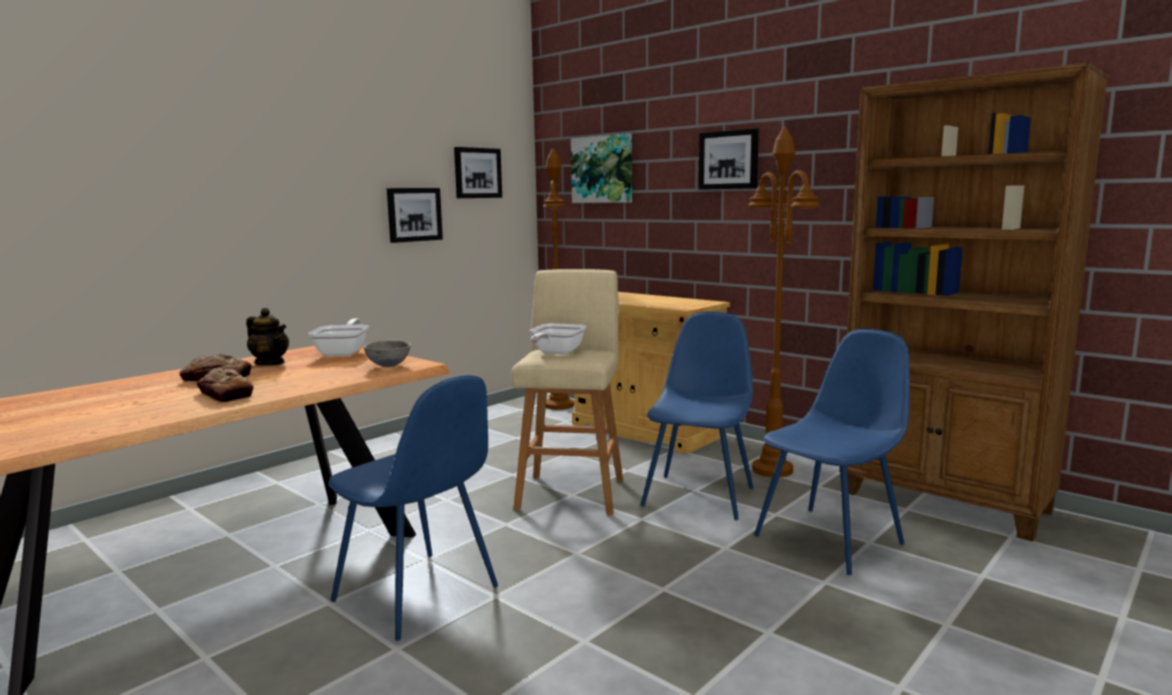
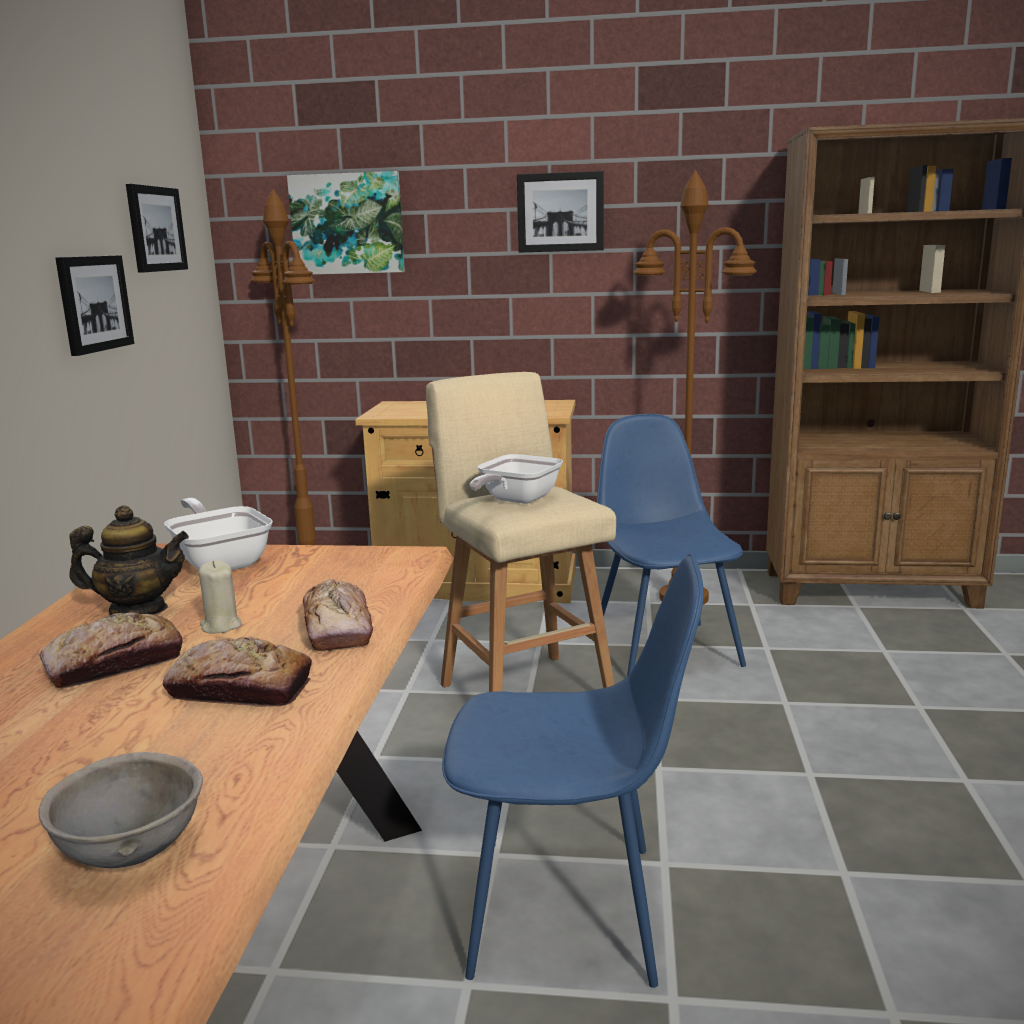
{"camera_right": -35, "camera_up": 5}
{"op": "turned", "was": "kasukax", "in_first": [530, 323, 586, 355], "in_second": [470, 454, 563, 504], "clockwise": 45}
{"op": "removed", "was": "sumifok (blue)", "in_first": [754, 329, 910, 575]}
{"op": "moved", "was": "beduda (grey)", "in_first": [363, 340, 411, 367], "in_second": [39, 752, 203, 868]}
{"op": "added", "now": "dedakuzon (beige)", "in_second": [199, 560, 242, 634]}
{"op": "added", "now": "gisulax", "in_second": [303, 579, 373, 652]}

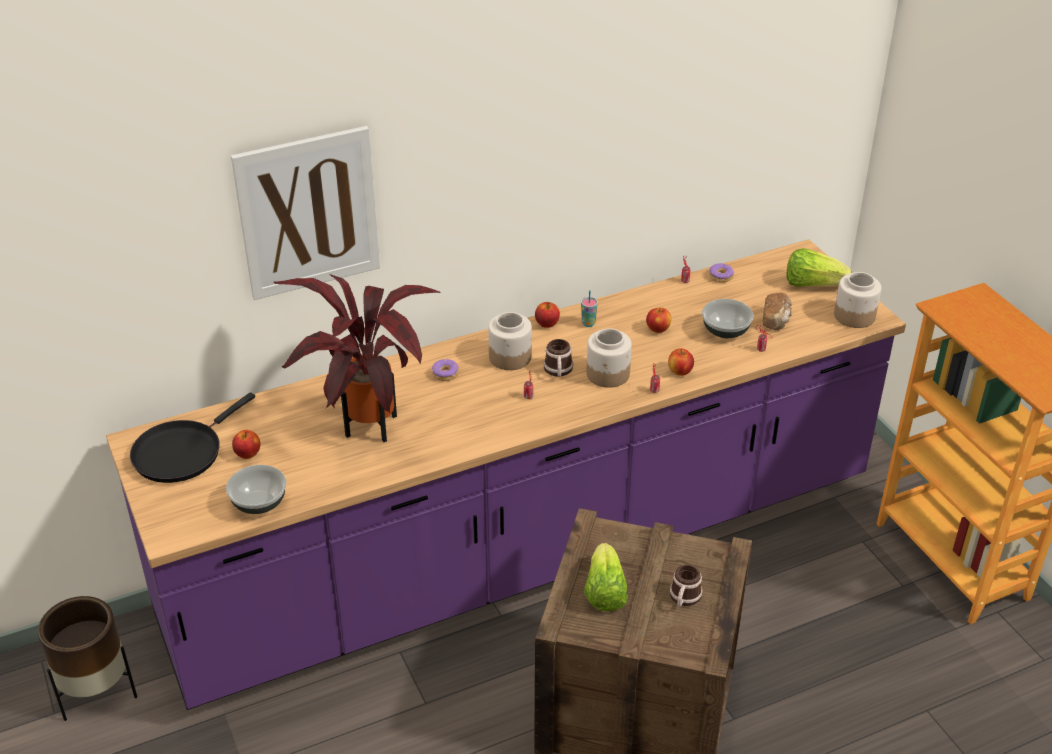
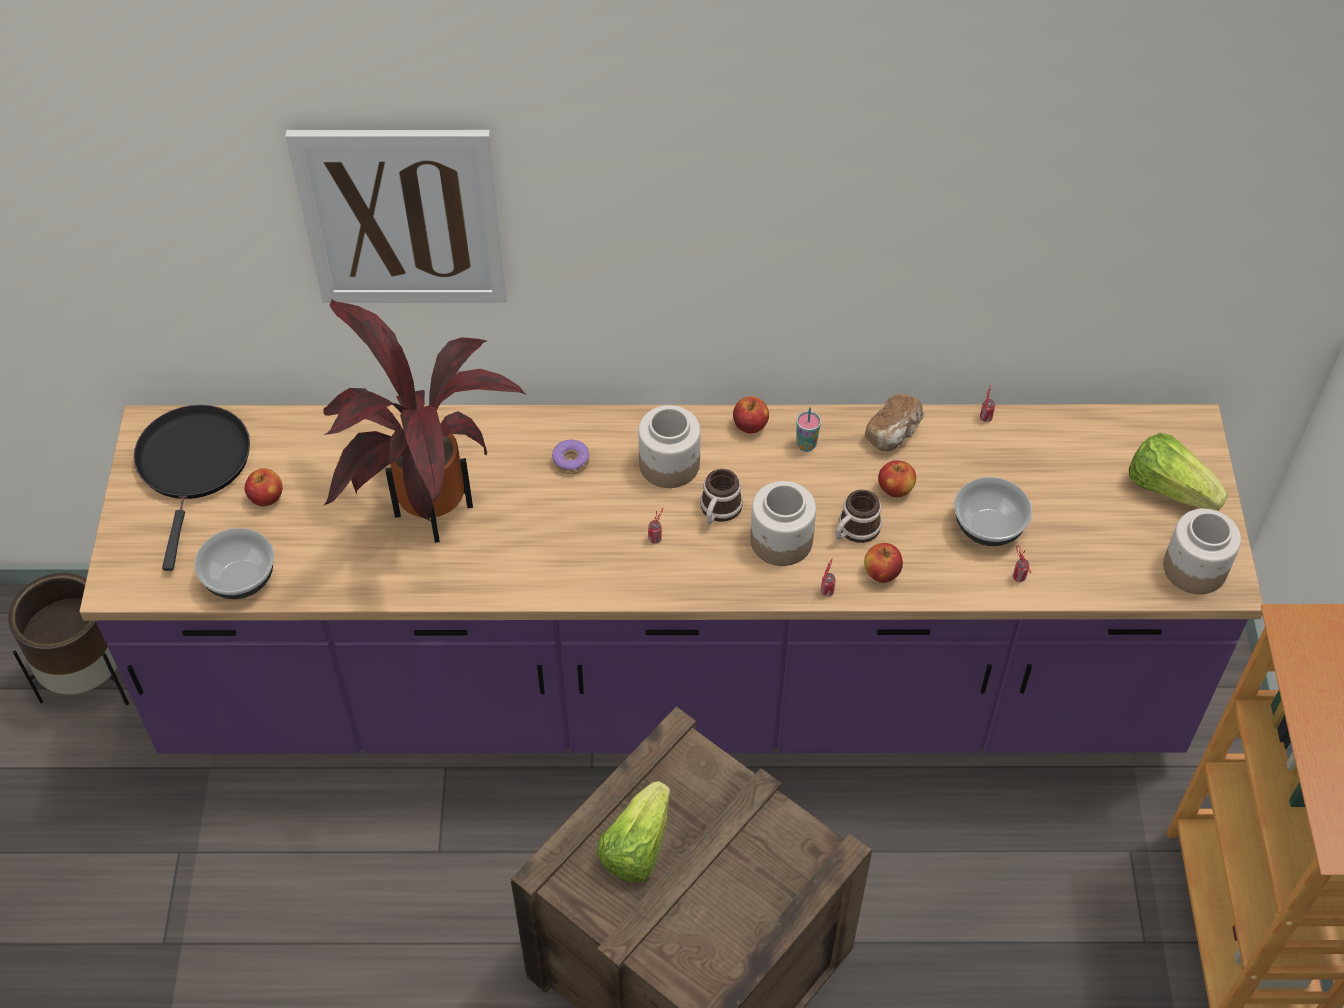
{"camera_right": 25, "camera_up": 15}
{"op": "removed", "was": "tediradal", "in_first": [709, 263, 734, 282]}
{"op": "moved", "was": "gisulax", "in_first": [763, 292, 793, 330], "in_second": [865, 394, 924, 451]}
{"op": "turned", "was": "kasukax (black)", "in_first": [130, 392, 255, 483], "in_second": [134, 405, 250, 571], "clockwise": 120}
{"op": "moved", "was": "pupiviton", "in_first": [670, 565, 703, 607], "in_second": [835, 490, 882, 543]}

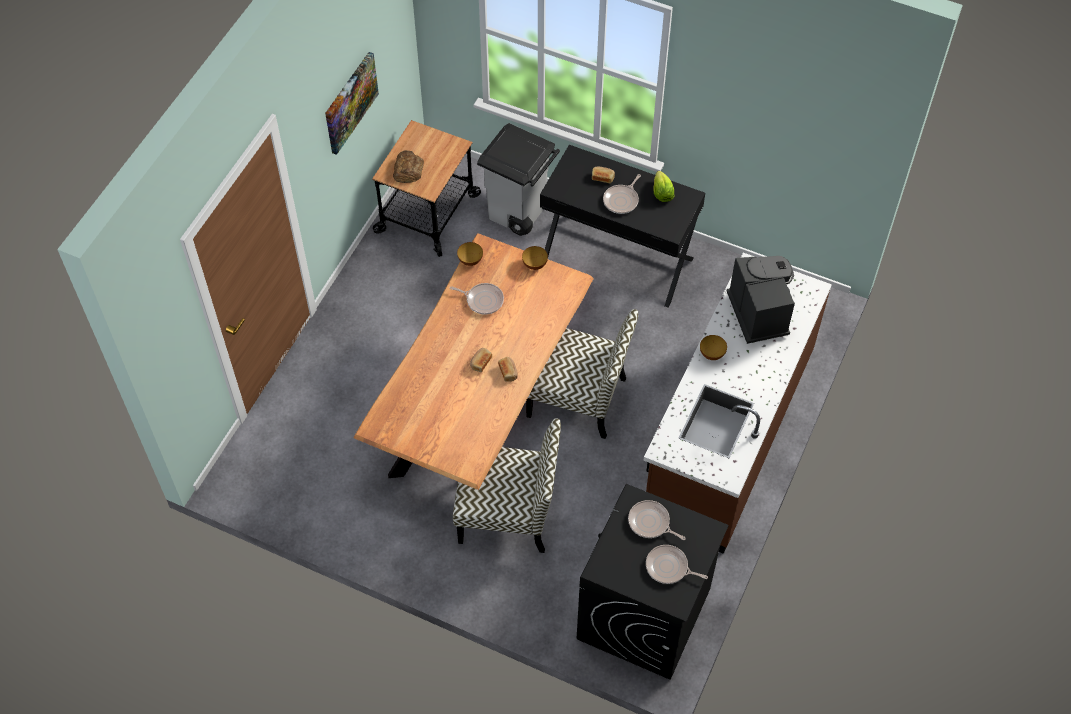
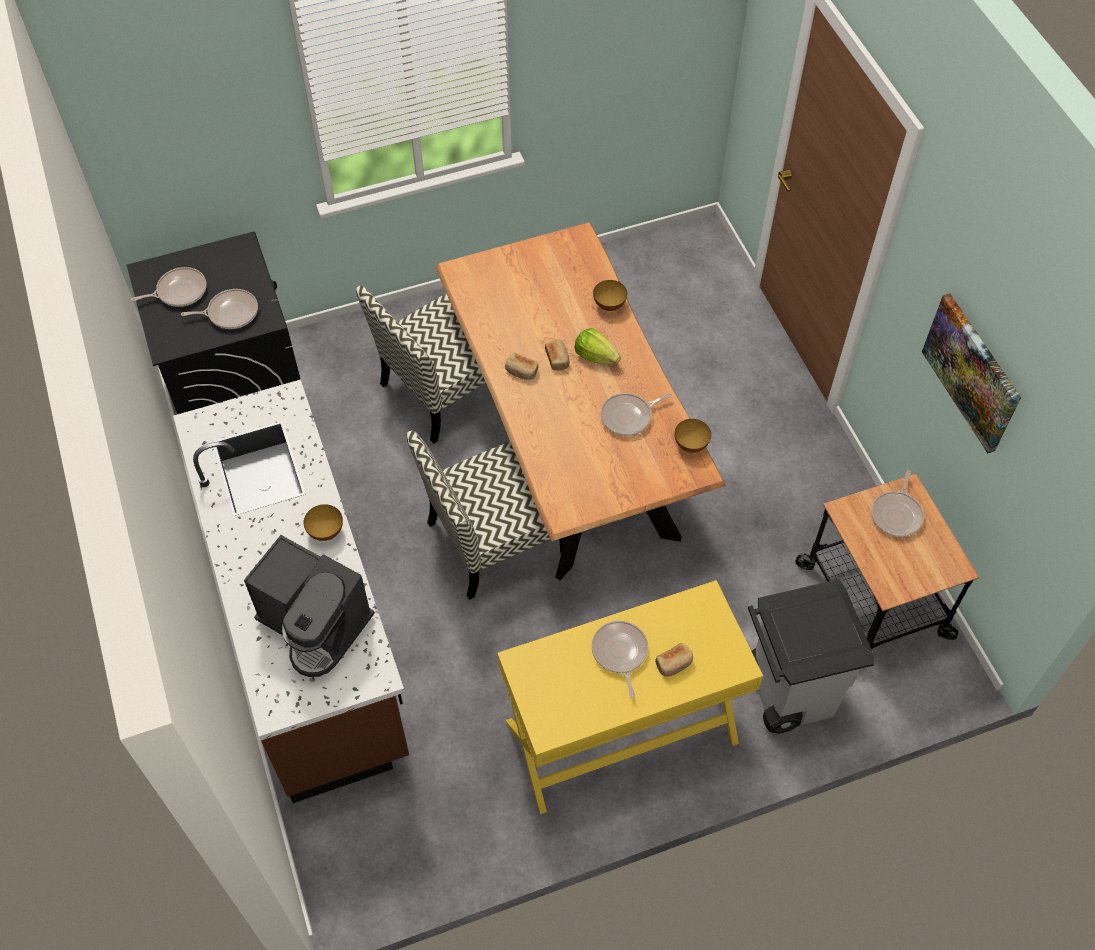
{"camera_right": 135, "camera_up": 0}
{"op": "recoloured", "was": "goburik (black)", "now": "goburik (yellow)", "in_first": [540, 145, 705, 308], "in_second": [497, 580, 763, 814]}
{"op": "replaced", "was": "gisulax", "now": "kasukax", "in_first": [393, 150, 424, 183], "in_second": [871, 470, 924, 537]}
{"op": "moved", "was": "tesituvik", "in_first": [653, 171, 674, 202], "in_second": [574, 328, 621, 364]}
{"op": "moved", "was": "beduda", "in_first": [522, 246, 548, 270], "in_second": [593, 280, 627, 311]}

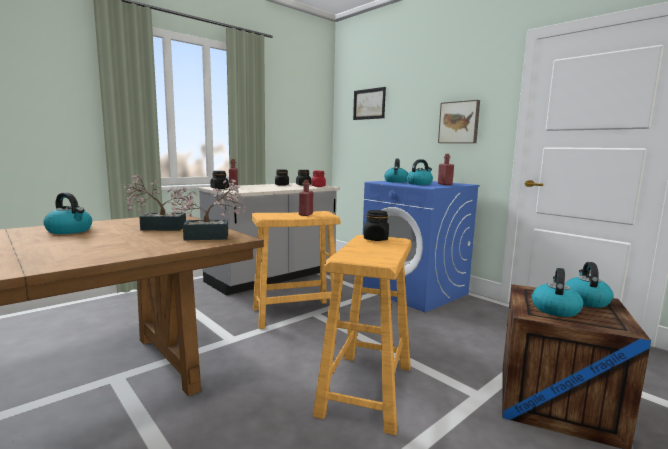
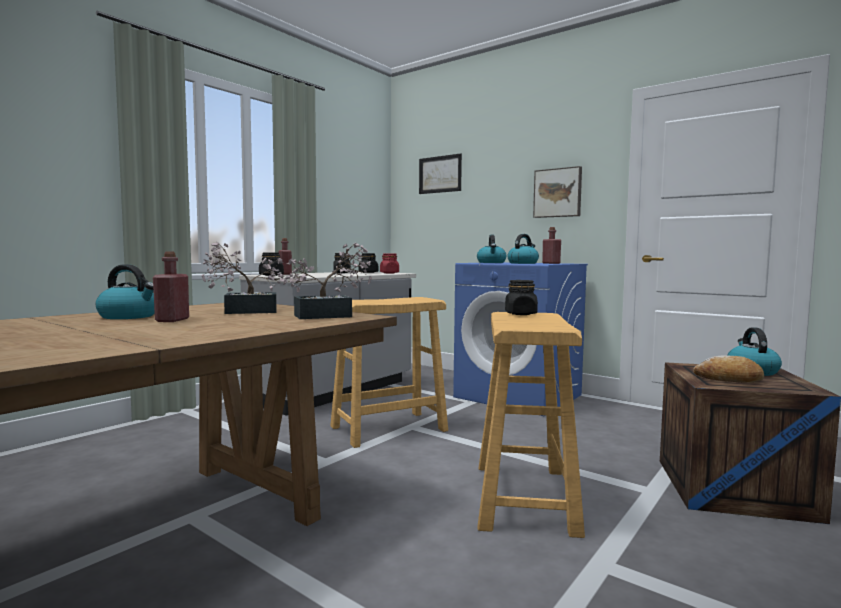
{"camera_right": -10, "camera_up": -5}
{"op": "moved", "was": "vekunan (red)", "in_first": [299, 180, 313, 216], "in_second": [153, 251, 189, 322]}
{"op": "replaced", "was": "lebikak", "now": "gisulax", "in_first": [532, 268, 583, 317], "in_second": [693, 356, 764, 383]}

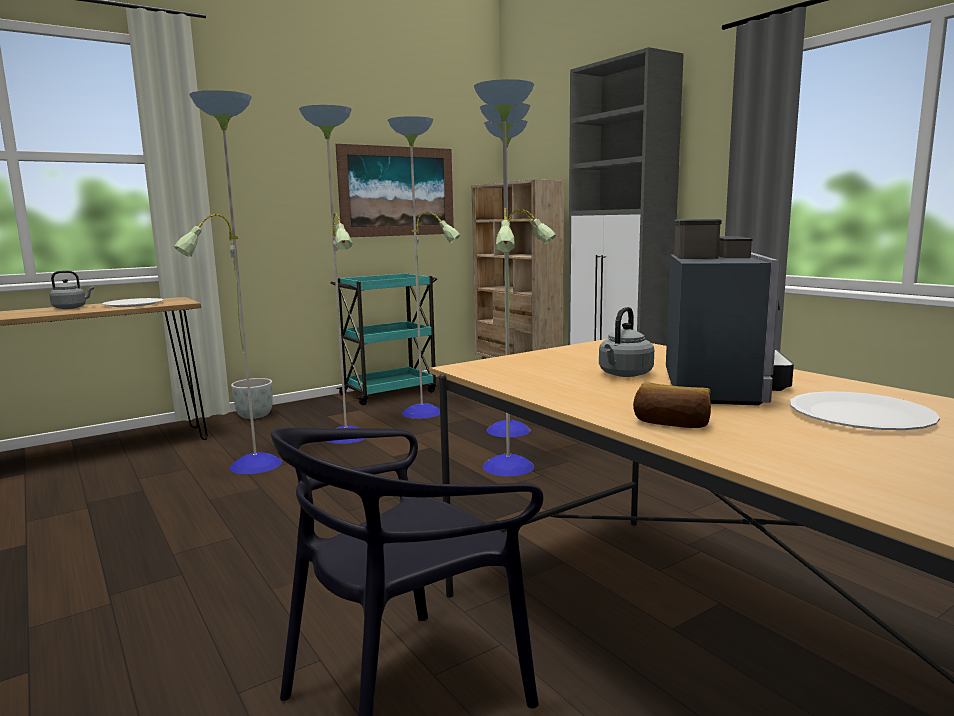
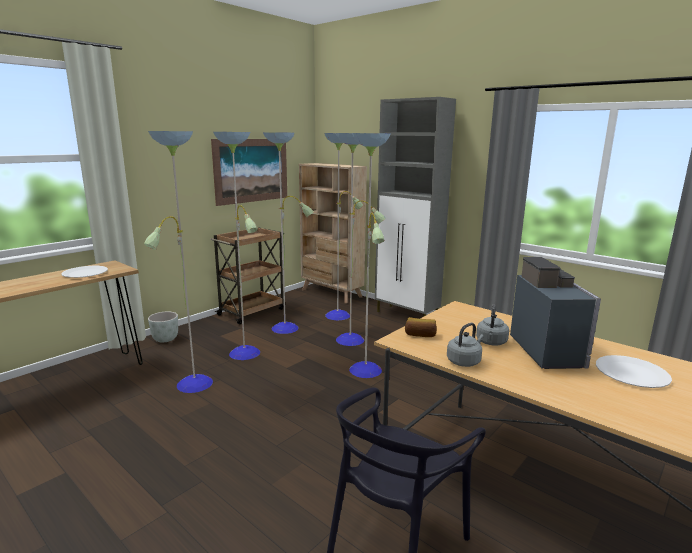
{"camera_right": -15, "camera_up": 5}
{"op": "moved", "was": "lebikak (grey)", "in_first": [50, 271, 94, 309], "in_second": [447, 323, 484, 367]}
{"op": "recoloured", "was": "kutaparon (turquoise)", "now": "kutaparon (brown)", "in_first": [330, 273, 438, 405], "in_second": [211, 227, 285, 324]}
{"op": "moved", "was": "gisulax", "in_first": [633, 382, 711, 428], "in_second": [405, 317, 437, 337]}

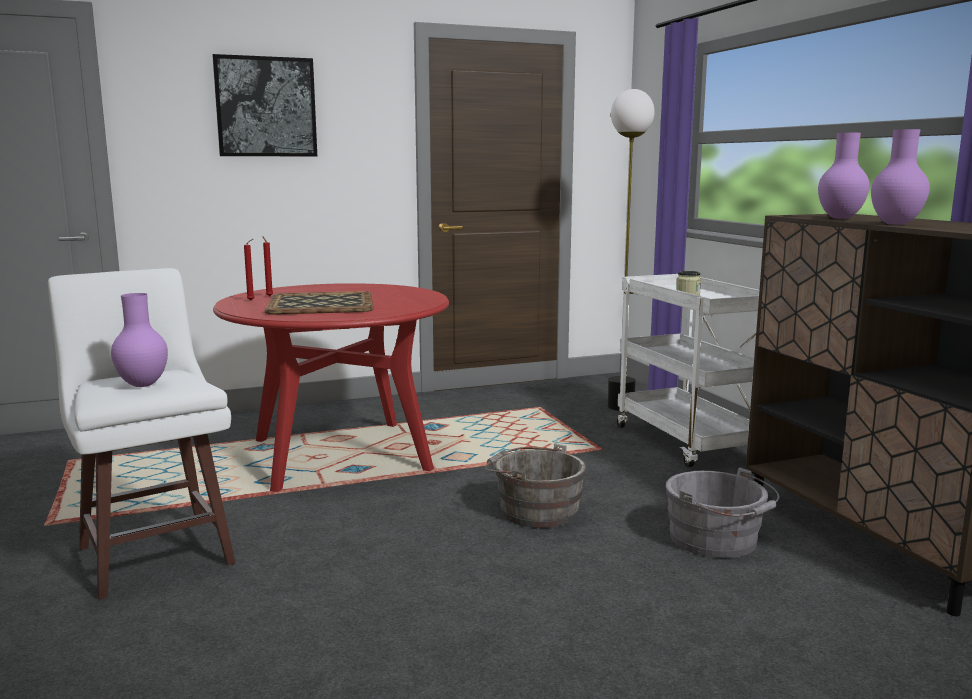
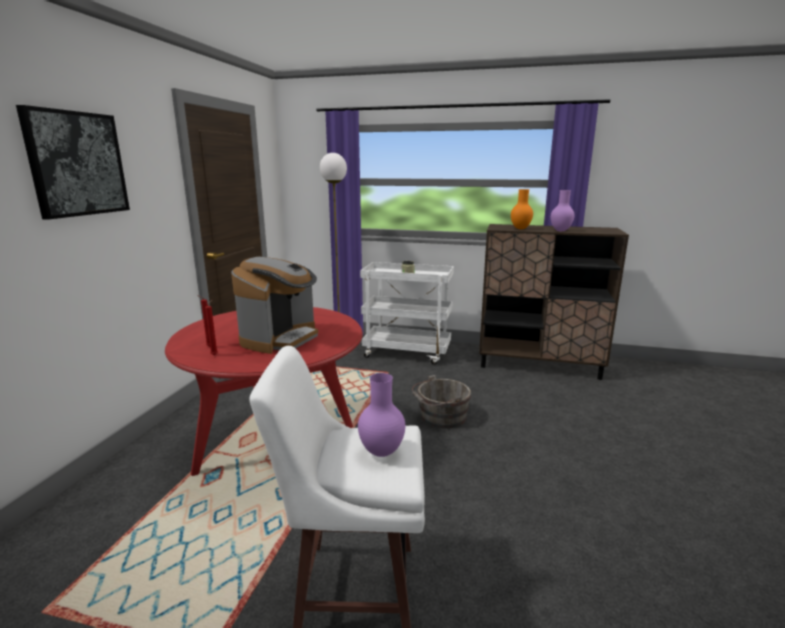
{"camera_right": -55, "camera_up": 5}
{"op": "recoloured", "was": "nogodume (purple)", "now": "nogodume (orange)", "in_first": [818, 133, 870, 219], "in_second": [511, 189, 533, 229]}
{"op": "replaced", "was": "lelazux", "now": "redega", "in_first": [264, 291, 374, 315], "in_second": [231, 257, 318, 354]}
{"op": "removed", "was": "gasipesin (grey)", "in_first": [665, 467, 780, 558]}

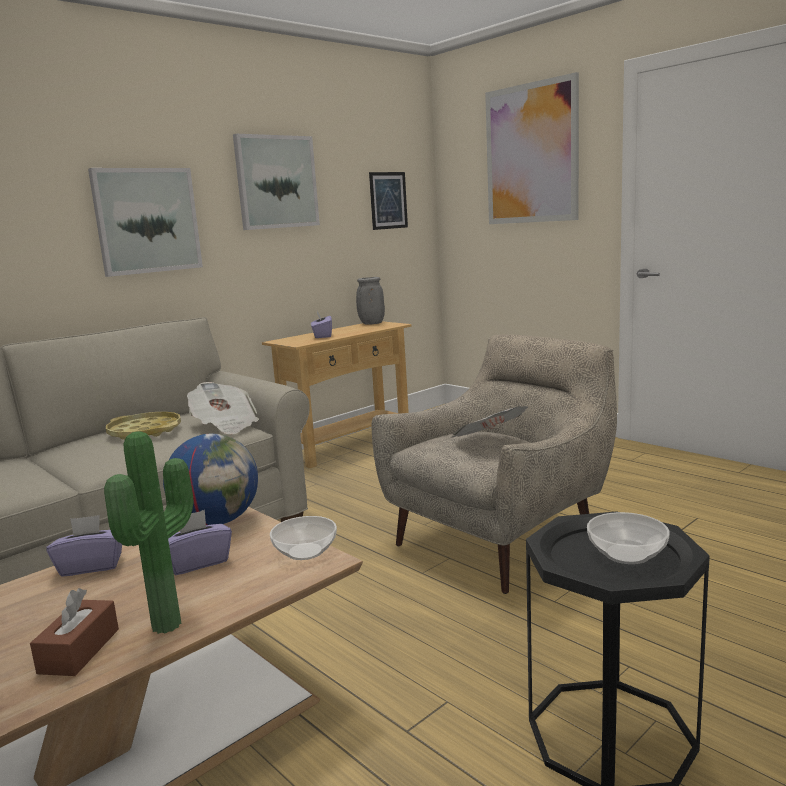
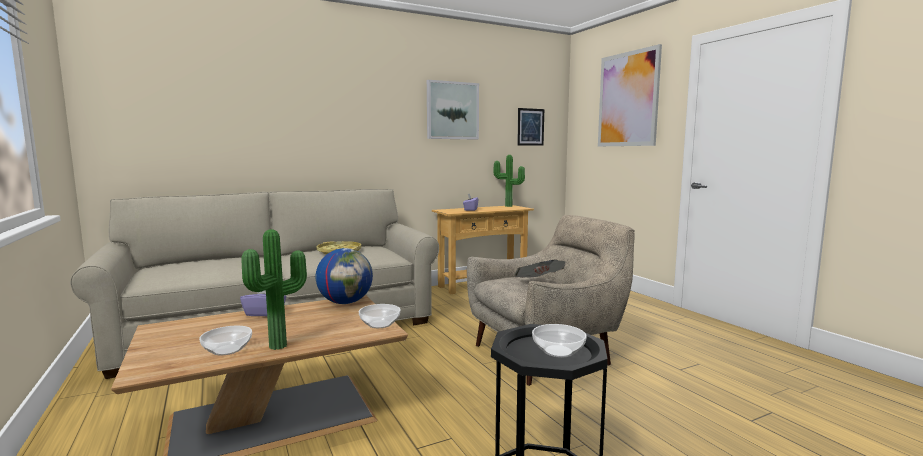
{"camera_right": 15, "camera_up": -5}
{"op": "removed", "was": "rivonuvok", "in_first": [88, 168, 203, 277]}
{"op": "replaced", "was": "nogodume (grey)", "now": "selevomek", "in_first": [356, 277, 385, 325], "in_second": [493, 155, 525, 207]}
{"op": "removed", "was": "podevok", "in_first": [187, 382, 259, 435]}
{"op": "removed", "was": "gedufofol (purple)", "in_first": [168, 510, 232, 575]}
{"op": "replaced", "was": "gedufofol (brown)", "now": "beduda", "in_first": [30, 588, 119, 676], "in_second": [199, 326, 252, 356]}

